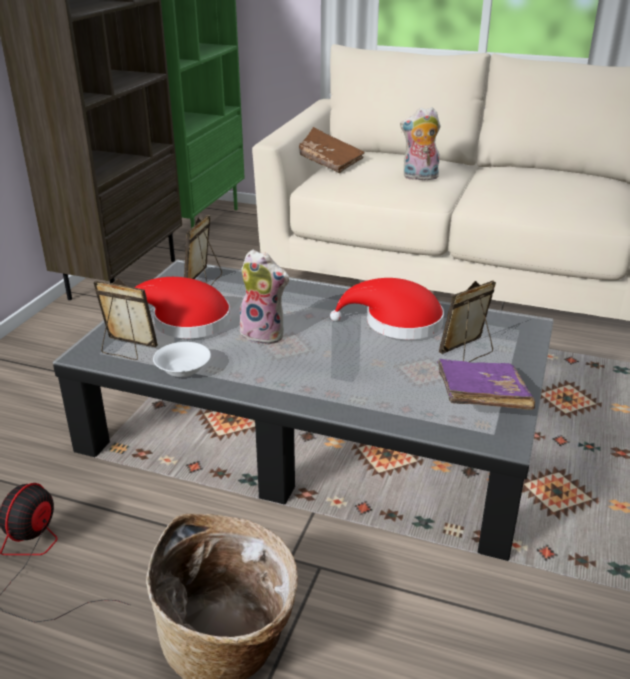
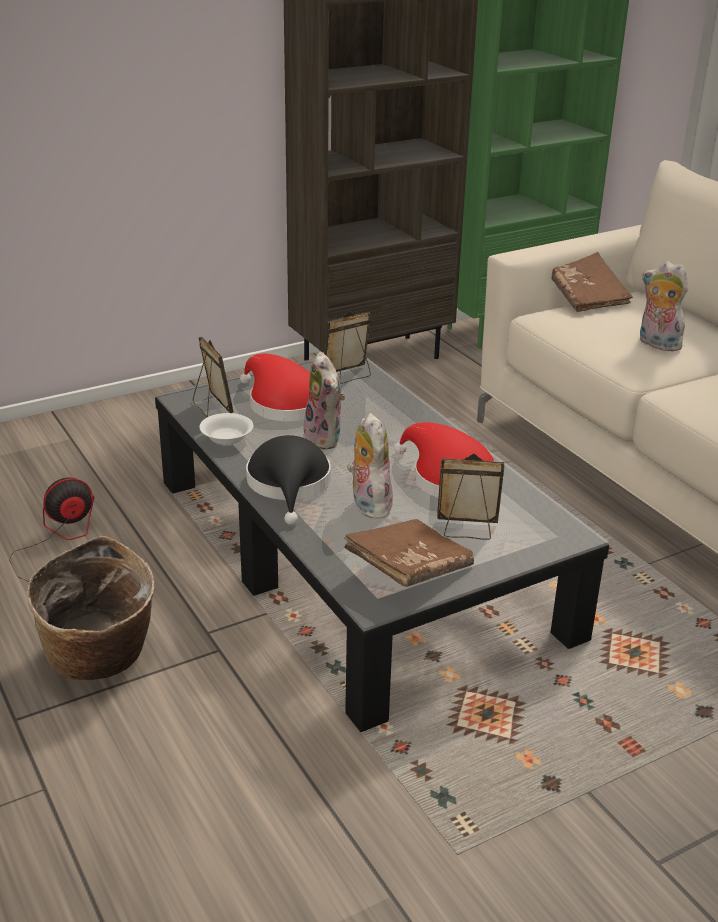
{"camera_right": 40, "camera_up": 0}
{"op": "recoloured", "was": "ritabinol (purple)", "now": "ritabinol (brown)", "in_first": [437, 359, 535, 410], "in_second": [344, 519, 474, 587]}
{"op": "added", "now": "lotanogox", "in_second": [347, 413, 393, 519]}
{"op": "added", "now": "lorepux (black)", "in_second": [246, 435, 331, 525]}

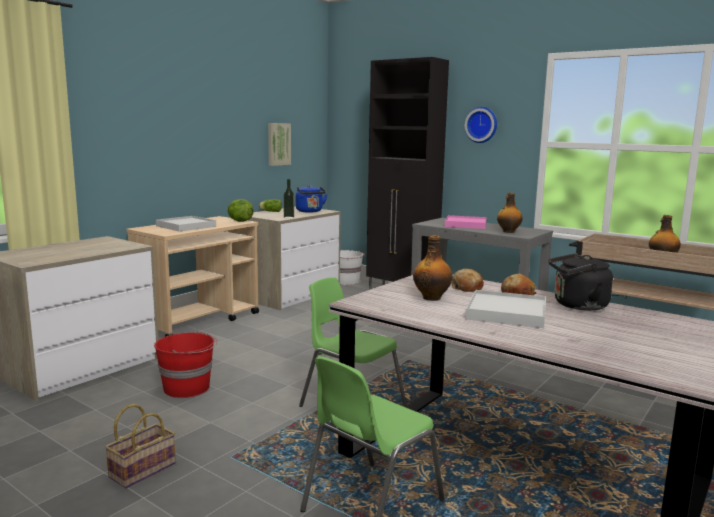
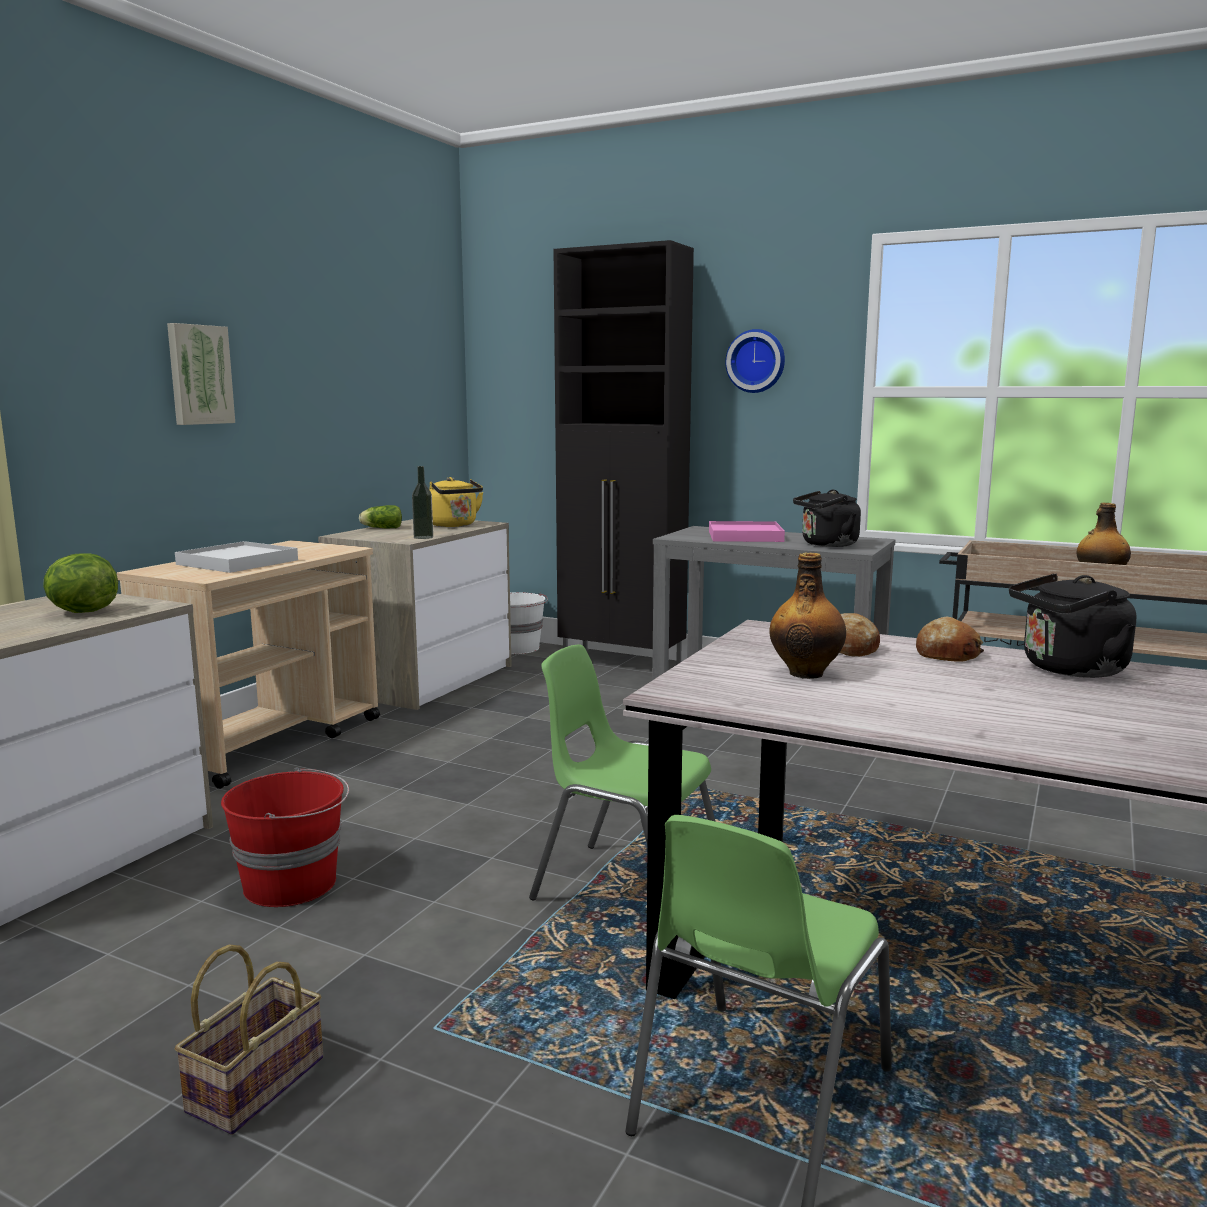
{"camera_right": -10, "camera_up": 0}
{"op": "moved", "was": "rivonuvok", "in_first": [268, 123, 291, 166], "in_second": [167, 323, 235, 425]}
{"op": "recoloured", "was": "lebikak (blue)", "now": "lebikak (yellow)", "in_first": [296, 185, 327, 213], "in_second": [429, 477, 483, 527]}
{"op": "replaced", "was": "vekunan", "now": "lebikak (black)", "in_first": [497, 193, 523, 233], "in_second": [793, 490, 861, 547]}
{"op": "moved", "was": "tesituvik", "in_first": [227, 199, 254, 222], "in_second": [43, 554, 118, 613]}
{"op": "removed", "was": "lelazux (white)", "in_first": [466, 290, 546, 328]}

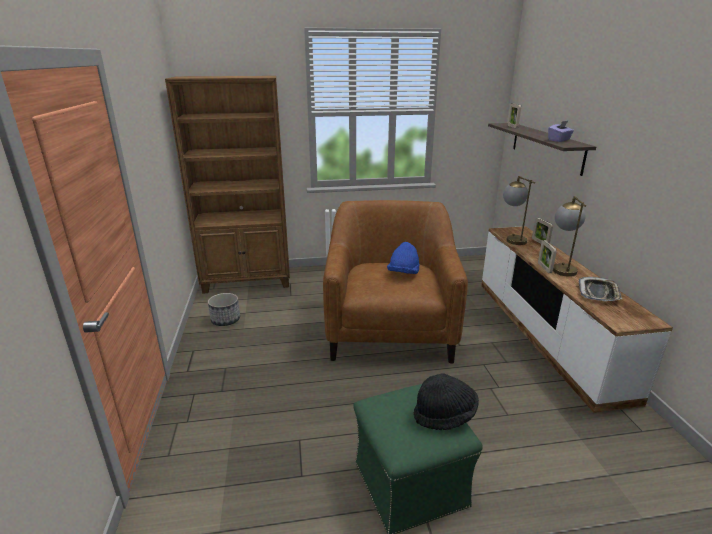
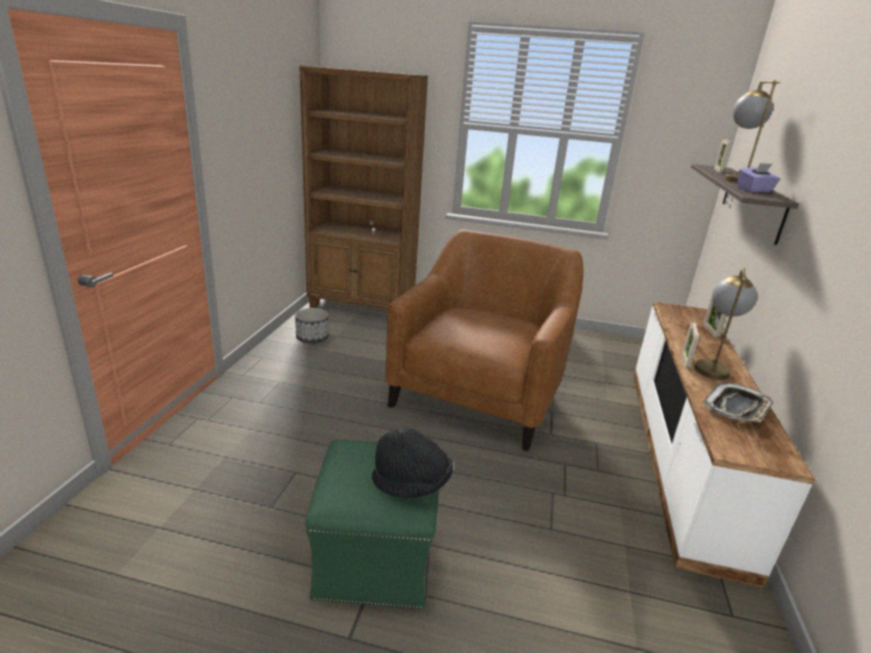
{"camera_right": 20, "camera_up": 0}
{"op": "moved", "was": "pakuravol", "in_first": [503, 176, 535, 245], "in_second": [725, 80, 781, 183]}
{"op": "removed", "was": "lorepux (blue)", "in_first": [387, 242, 419, 274]}

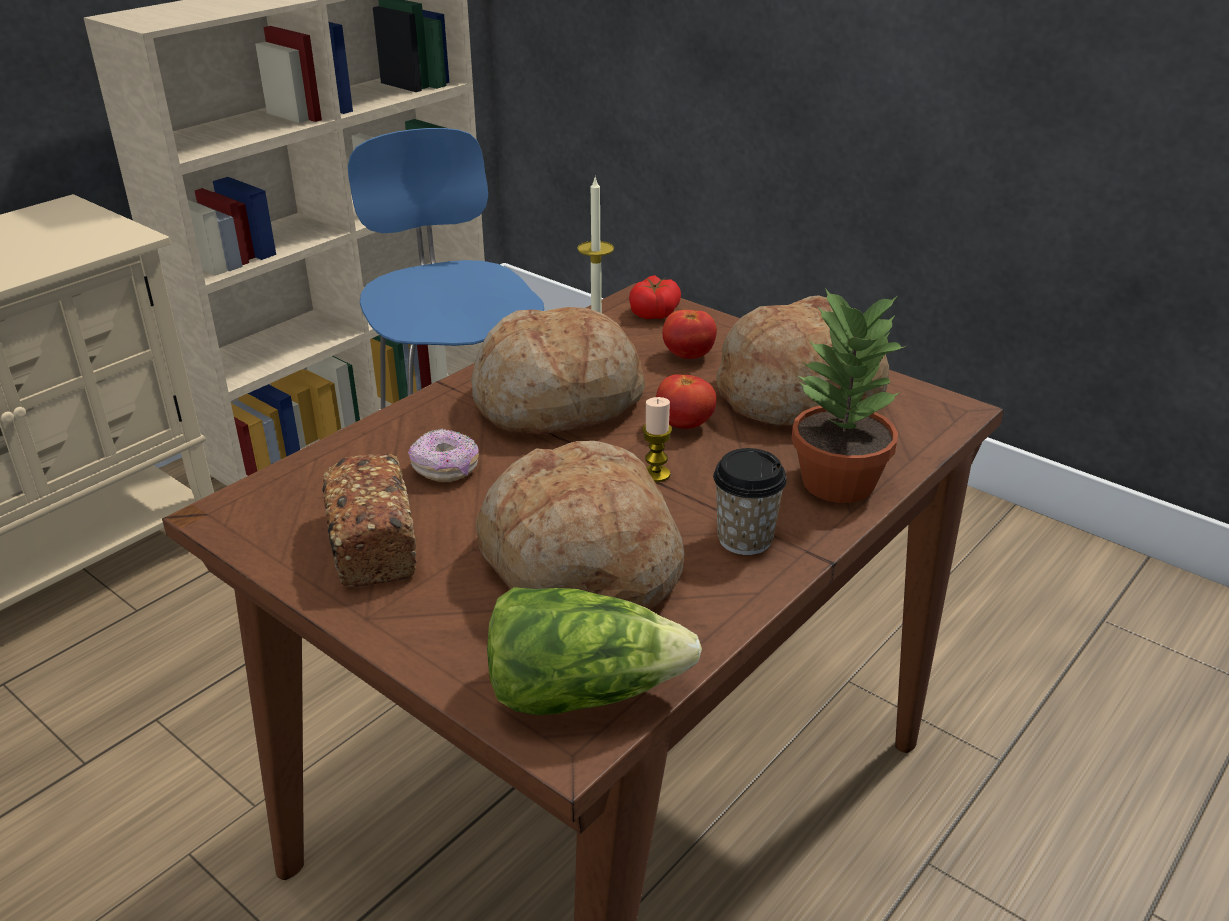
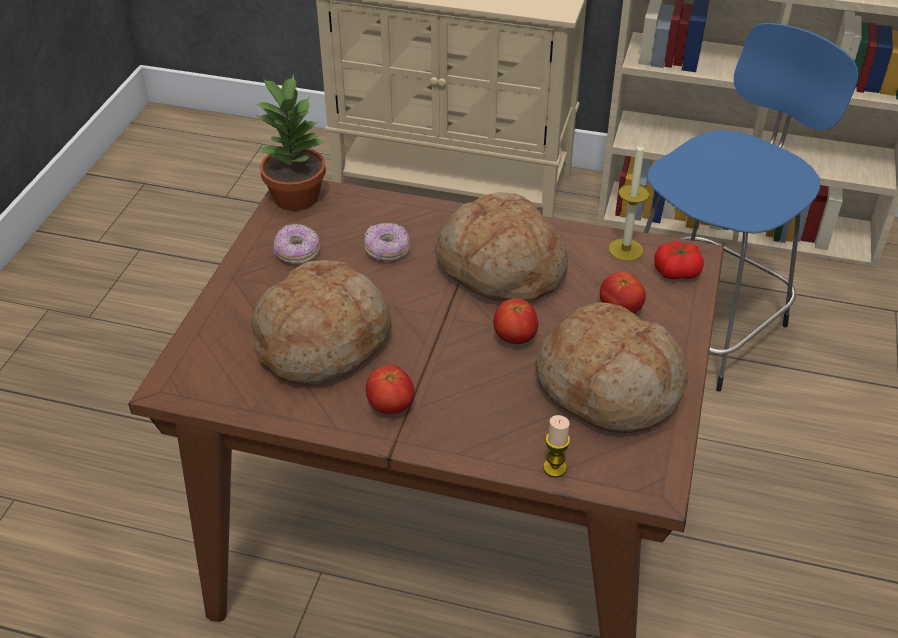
{"camera_right": 65, "camera_up": 10}
{"op": "moved", "was": "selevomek", "in_first": [791, 288, 906, 503], "in_second": [255, 75, 326, 211]}
{"op": "moved", "was": "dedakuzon", "in_first": [642, 397, 672, 482], "in_second": [543, 415, 570, 477]}
{"op": "replaced", "was": "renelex", "now": "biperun", "in_first": [713, 448, 787, 555], "in_second": [366, 365, 415, 414]}
{"op": "replaced", "was": "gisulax", "now": "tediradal", "in_first": [322, 453, 417, 587], "in_second": [274, 224, 320, 264]}
{"op": "removed", "was": "tesituvik", "in_first": [487, 587, 702, 715]}

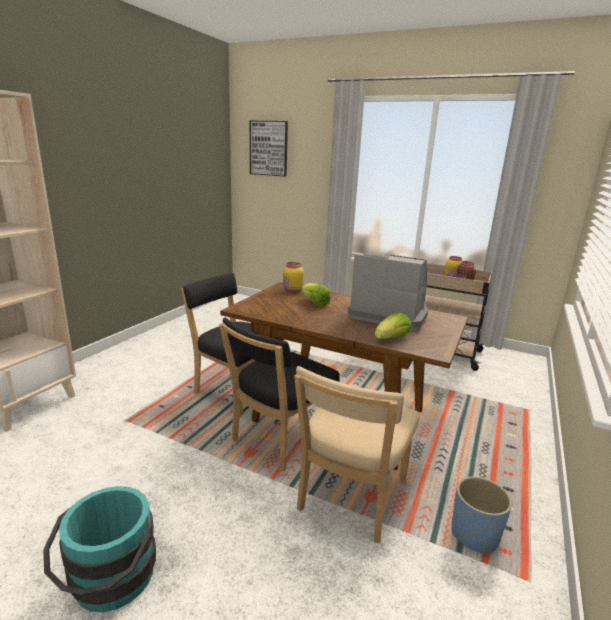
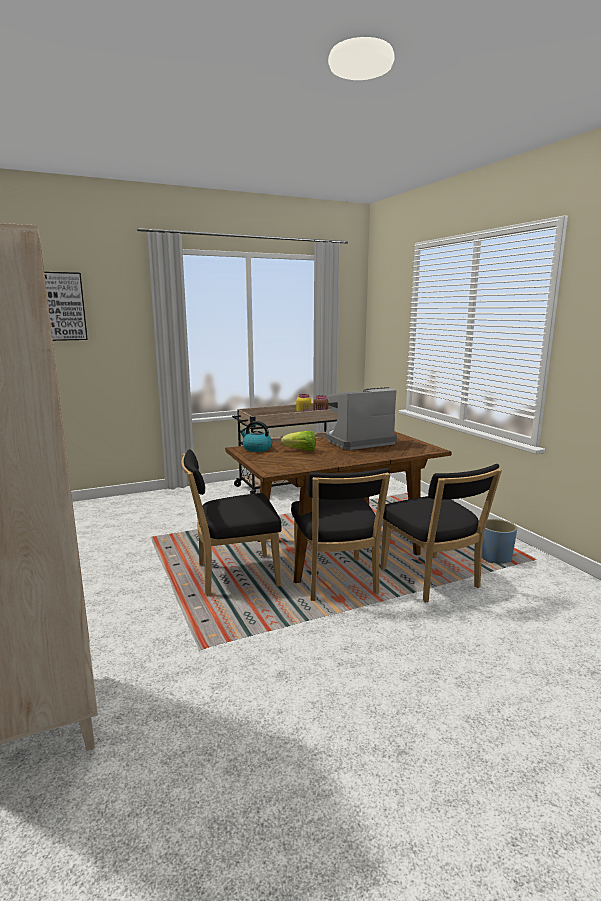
{"camera_right": -50, "camera_up": -5}
{"op": "replaced", "was": "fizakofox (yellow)", "now": "lebikak", "in_first": [283, 262, 304, 292], "in_second": [240, 421, 272, 452]}
{"op": "removed", "was": "tesituvik", "in_first": [375, 312, 411, 339]}
{"op": "recoloured", "was": "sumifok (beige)", "now": "sumifok (black)", "in_first": [294, 366, 420, 543], "in_second": [380, 464, 502, 603]}
{"op": "removed", "was": "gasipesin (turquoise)", "in_first": [43, 486, 156, 612]}

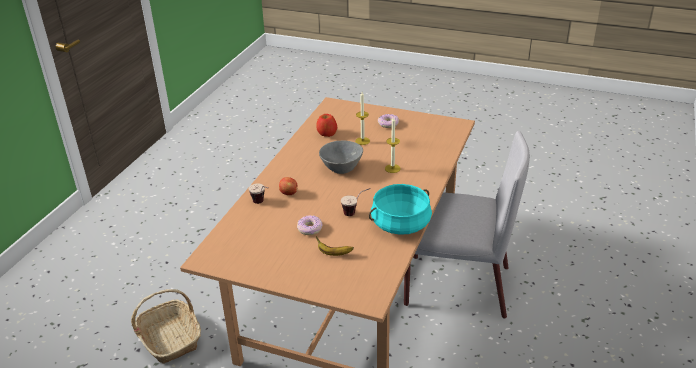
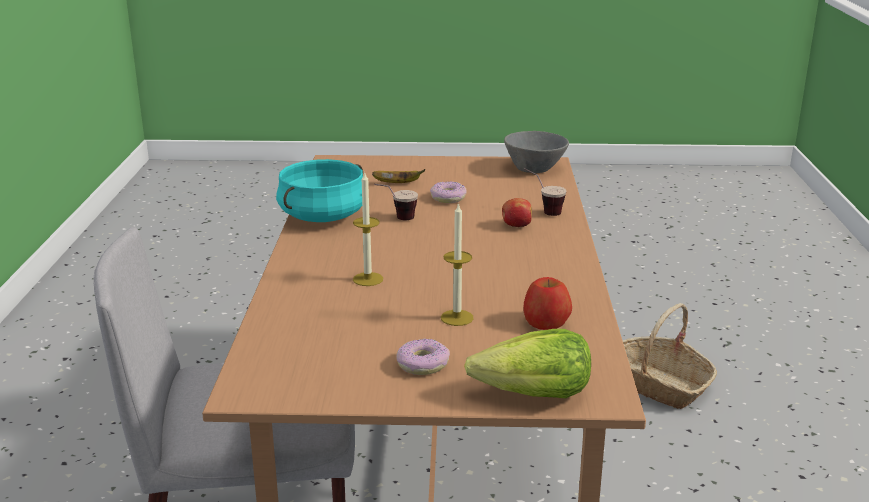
{"camera_right": 160, "camera_up": -10}
{"op": "moved", "was": "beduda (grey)", "in_first": [319, 141, 363, 174], "in_second": [504, 131, 569, 173]}
{"op": "added", "now": "tesituvik", "in_second": [464, 329, 591, 398]}

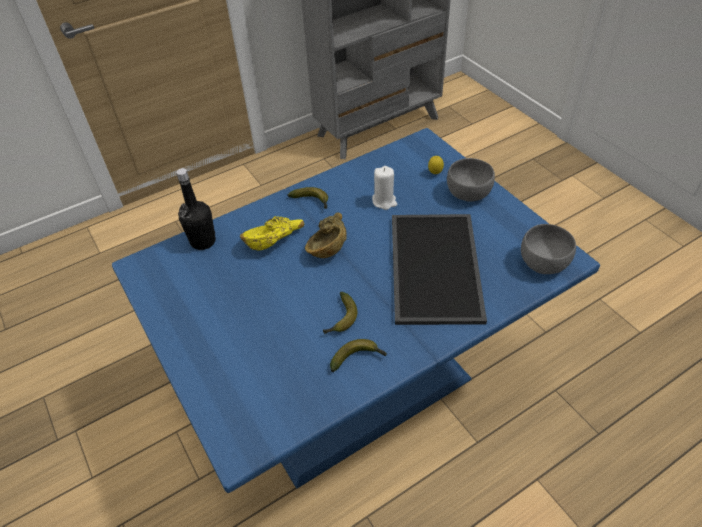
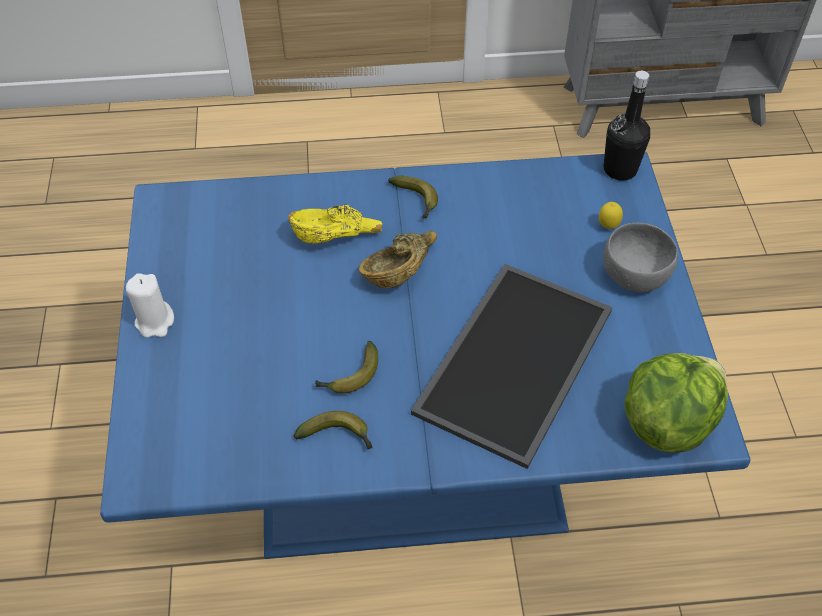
{"camera_right": 25, "camera_up": 5}
{"op": "moved", "was": "dedakuzon (white)", "in_first": [372, 166, 397, 210], "in_second": [126, 273, 174, 338]}
{"op": "moved", "was": "vekunan (black)", "in_first": [176, 168, 216, 250], "in_second": [603, 71, 650, 181]}
{"op": "replaced", "was": "beduda (grey)", "now": "tesituvik", "in_first": [521, 224, 576, 274], "in_second": [625, 353, 728, 453]}

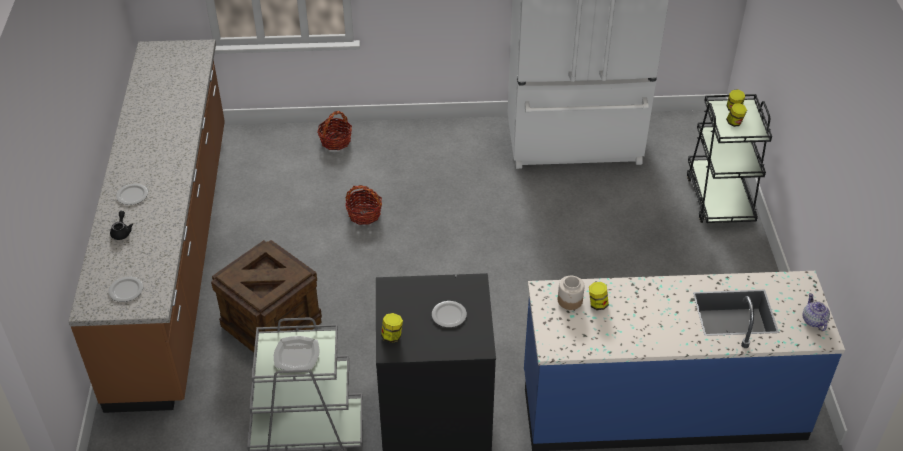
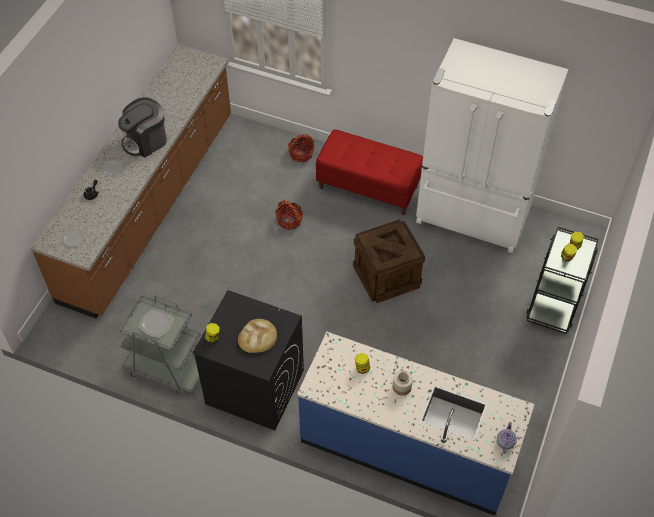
{"camera_right": 25, "camera_up": 10}
{"op": "moved", "was": "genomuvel", "in_first": [211, 240, 322, 353], "in_second": [353, 219, 425, 303]}
{"op": "moved", "was": "fizakofox", "in_first": [558, 276, 585, 310], "in_second": [393, 371, 413, 396]}
{"op": "replaced", "was": "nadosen", "now": "gisulax", "in_first": [432, 301, 467, 328], "in_second": [238, 319, 277, 353]}
{"op": "added", "now": "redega", "in_second": [118, 97, 167, 157]}
{"op": "added", "now": "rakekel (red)", "in_second": [316, 129, 423, 215]}

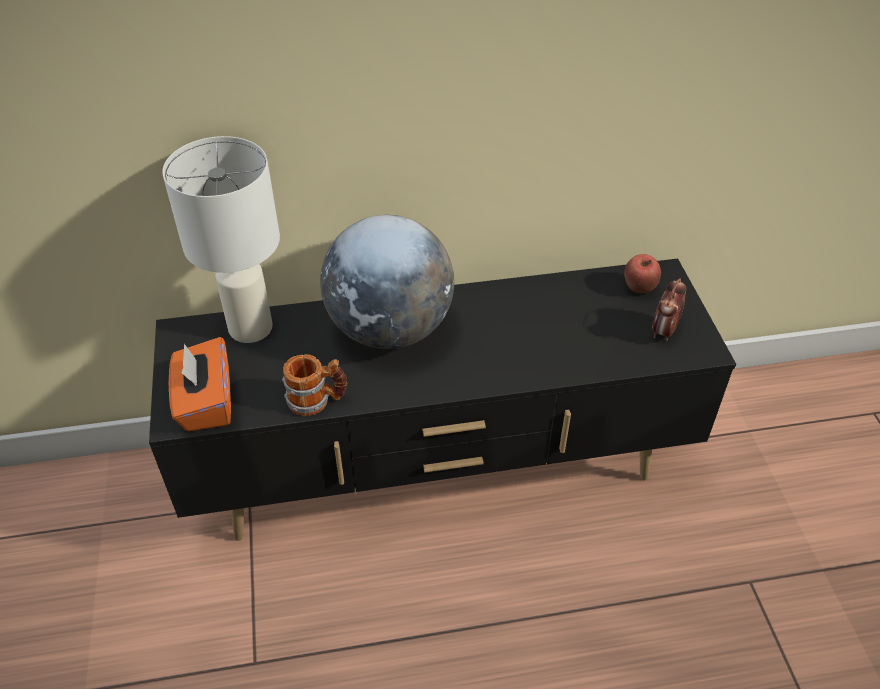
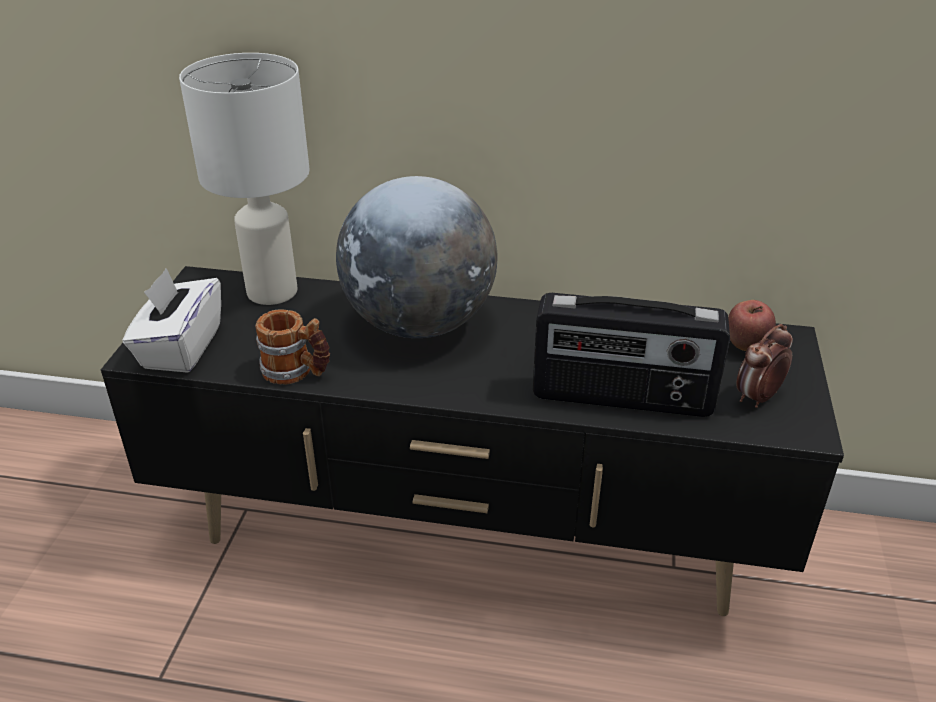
{"camera_right": 20, "camera_up": -10}
{"op": "recoloured", "was": "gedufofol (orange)", "now": "gedufofol (white)", "in_first": [169, 337, 231, 431], "in_second": [123, 268, 221, 373]}
{"op": "added", "now": "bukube", "in_second": [533, 293, 730, 417]}

